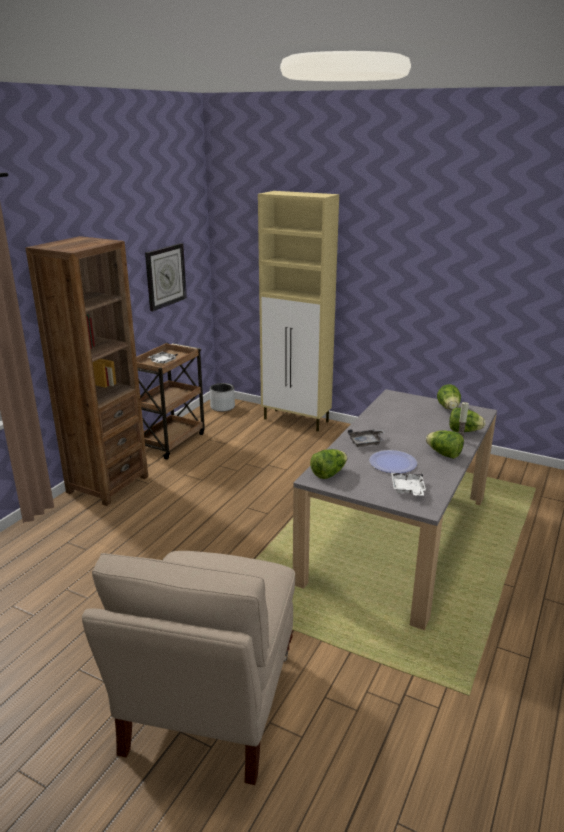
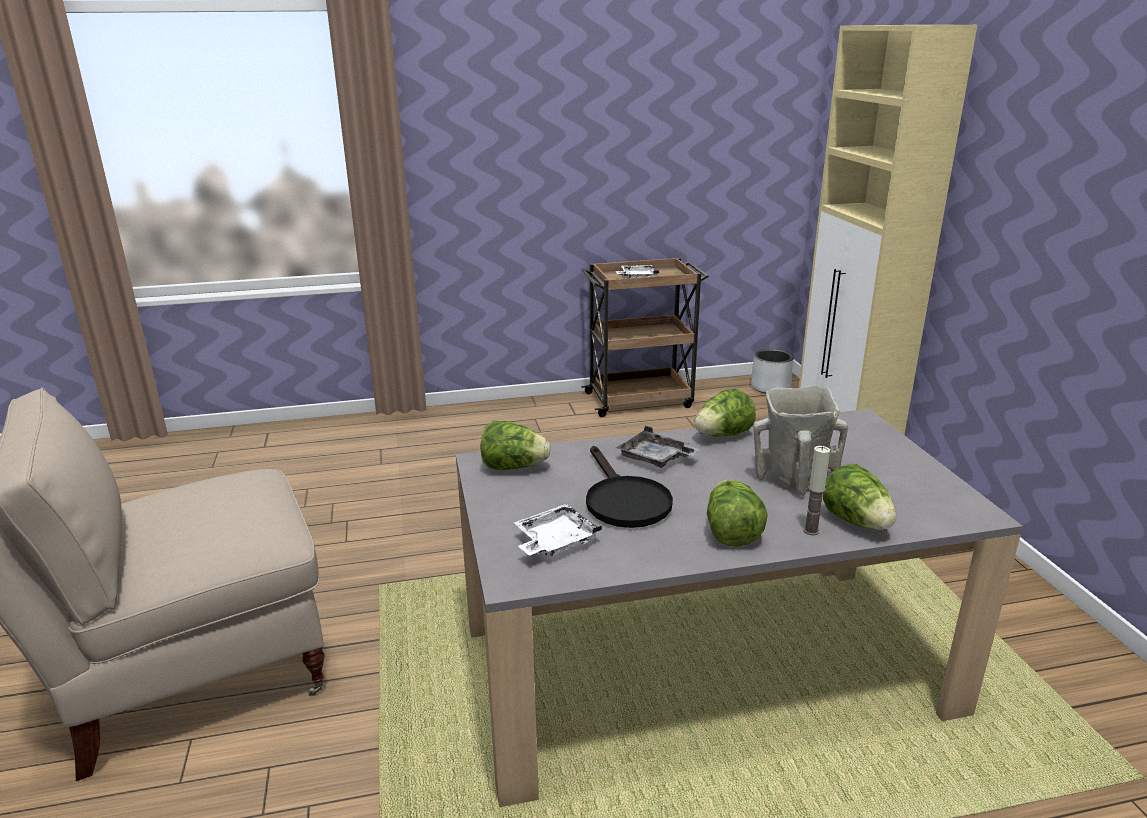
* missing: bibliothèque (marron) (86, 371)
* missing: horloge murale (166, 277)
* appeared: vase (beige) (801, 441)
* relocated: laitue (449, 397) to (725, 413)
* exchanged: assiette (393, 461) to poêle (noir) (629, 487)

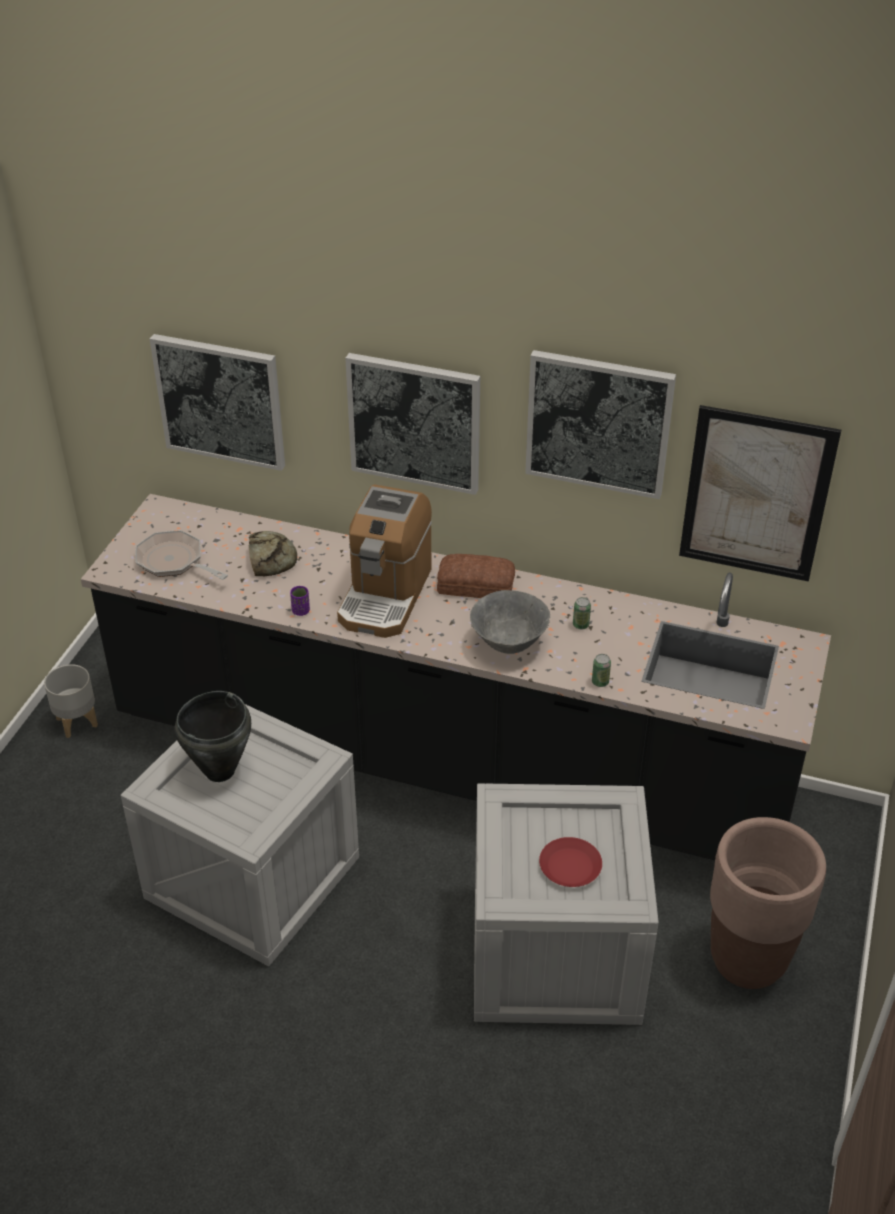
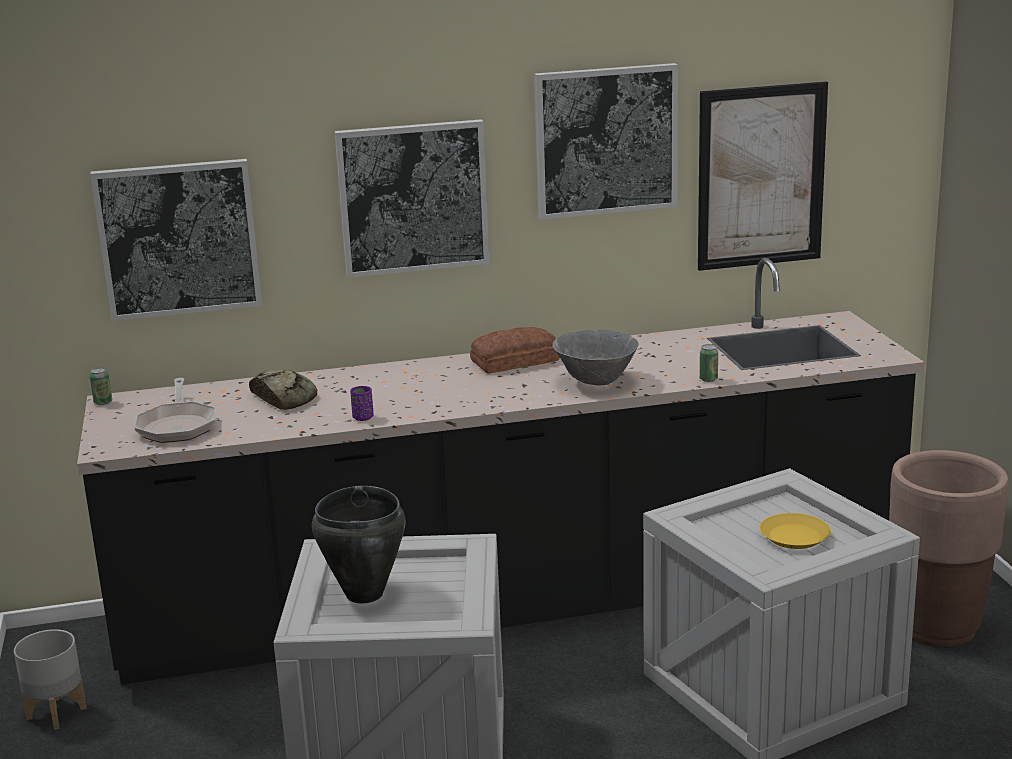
* missing: machine à café (384, 561)
* relocated: boîte métallique (582, 613) to (101, 386)
* colour: assiette (rouge) (570, 862) to assiette (jaune) (795, 531)
* spun: poêle (181, 555) = (175, 410) 105 degrees counterclockwise

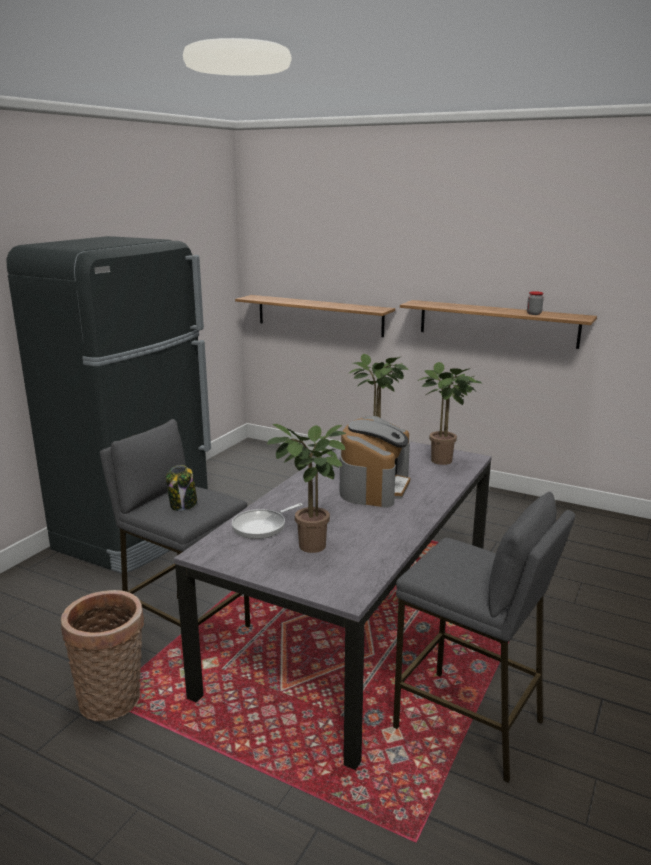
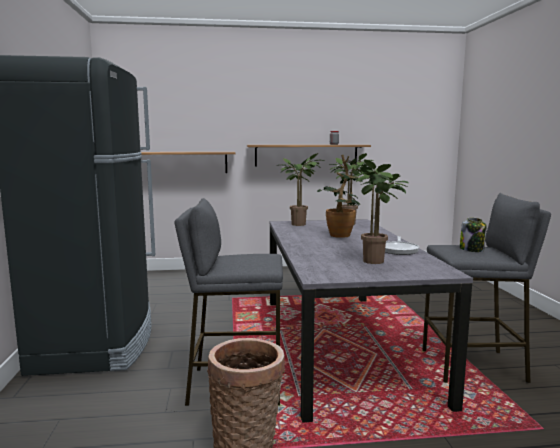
* relocated: bocal (181, 488) to (473, 235)
* relocated: poêle (267, 521) to (402, 245)
* exchanged: machine à café (375, 462) to plante en pot (340, 196)

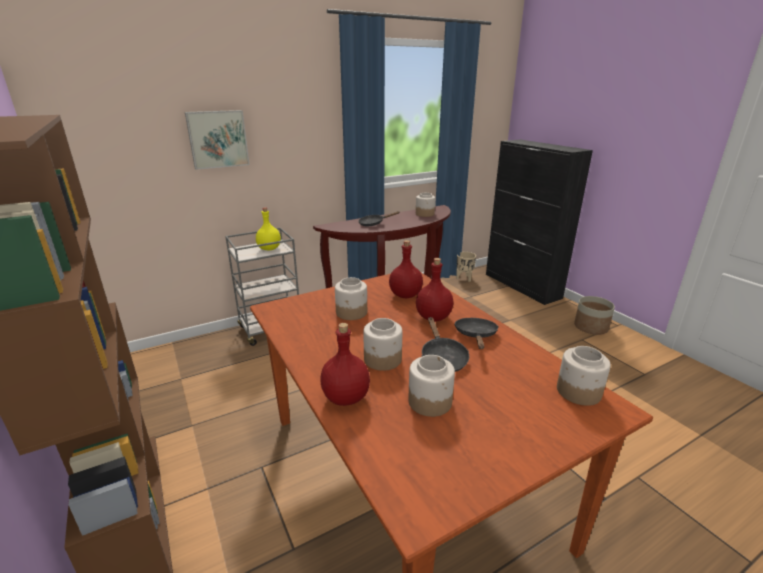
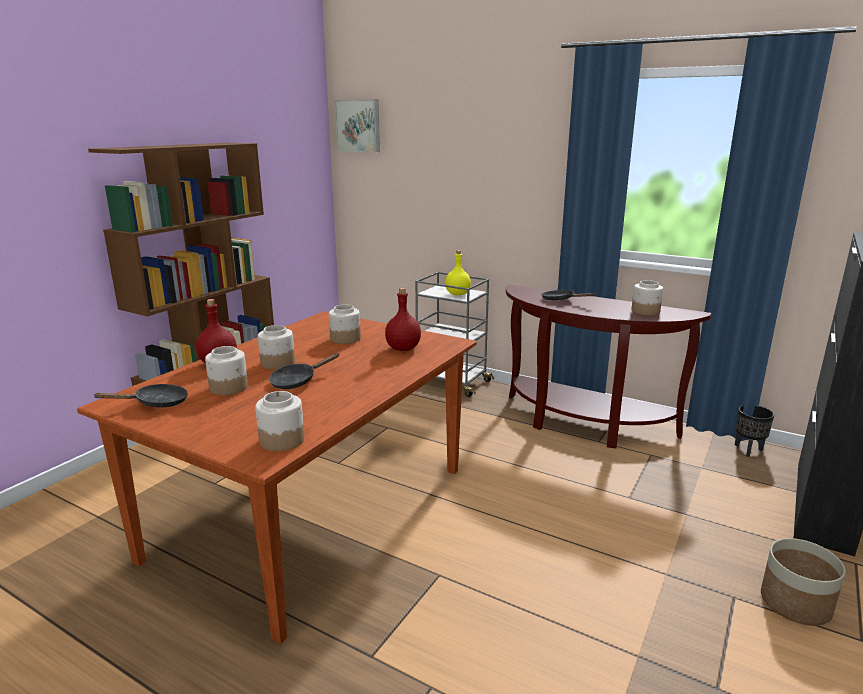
* missing: bouteille (rouge) (435, 290)
* relocated: tableau (217, 140) to (357, 125)
* relocated: poêle (noir) (476, 333) to (140, 395)
* colour: cache-pot (beige) (466, 267) to cache-pot (noir) (754, 431)

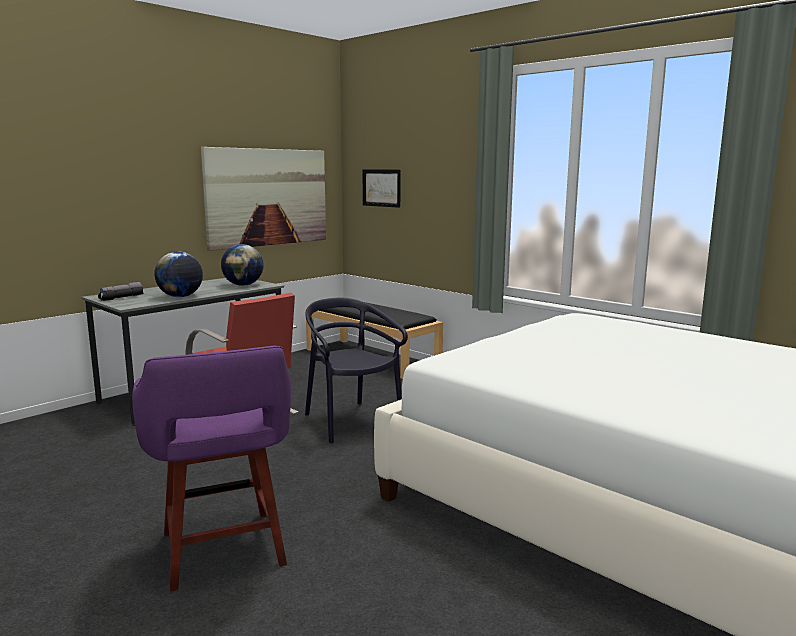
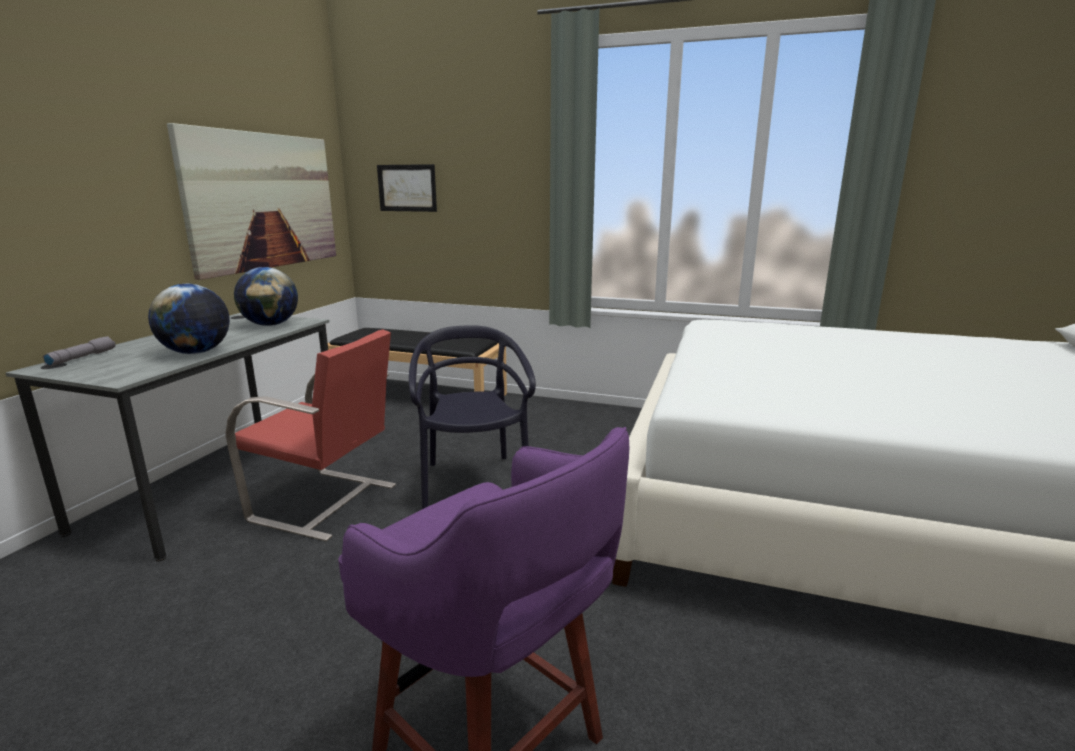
* missing: lampe de poche (noir) (120, 294)
* spun: chaise (noir) (356, 370) = (472, 417) 45 degrees clockwise

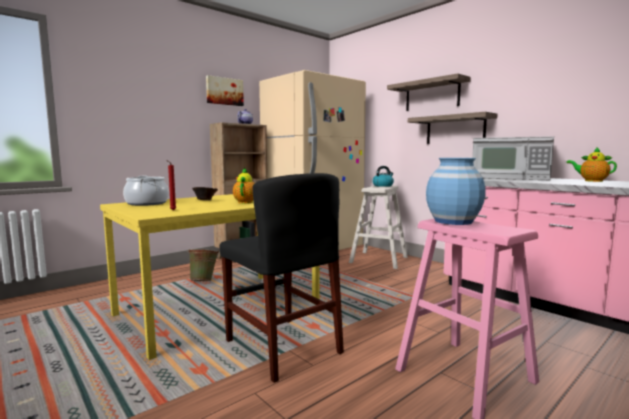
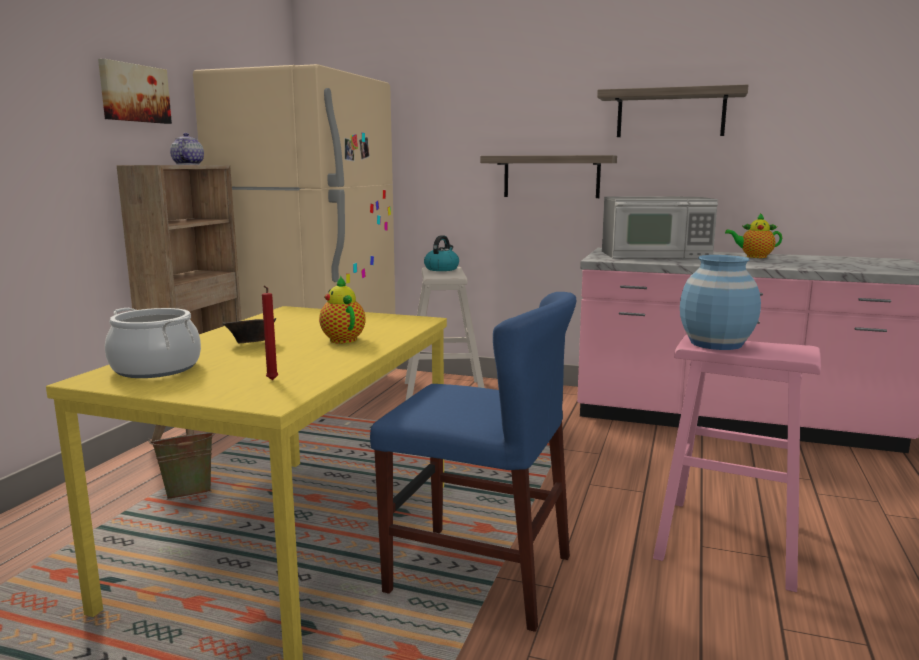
* relocated: étagère (429, 92) to (673, 111)
* colour: chaise (noir) (282, 278) to chaise (bleu) (473, 462)

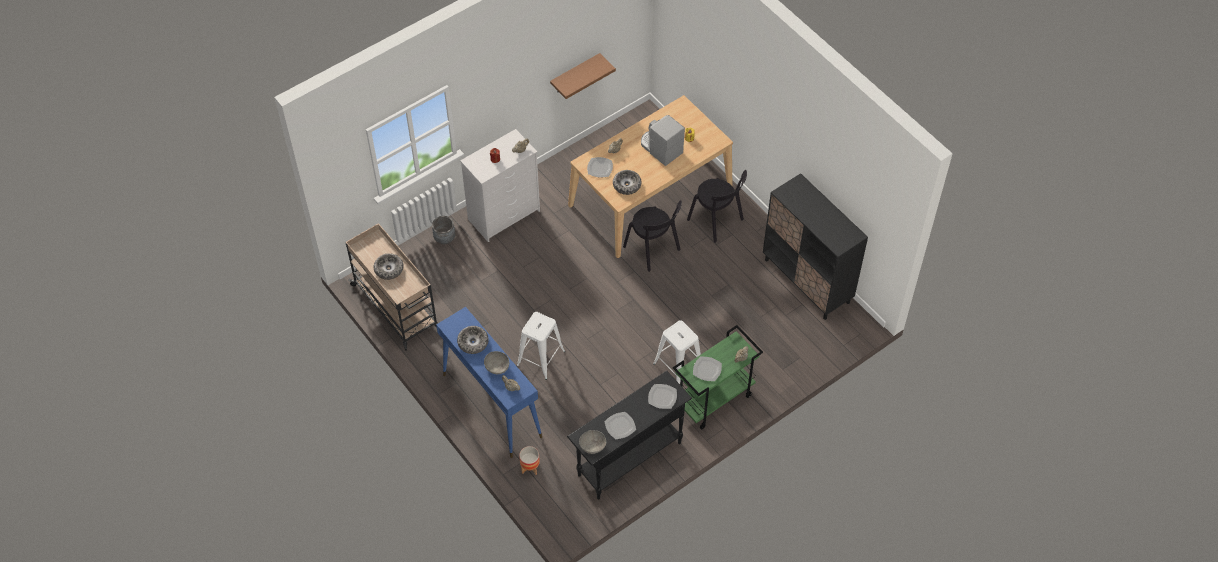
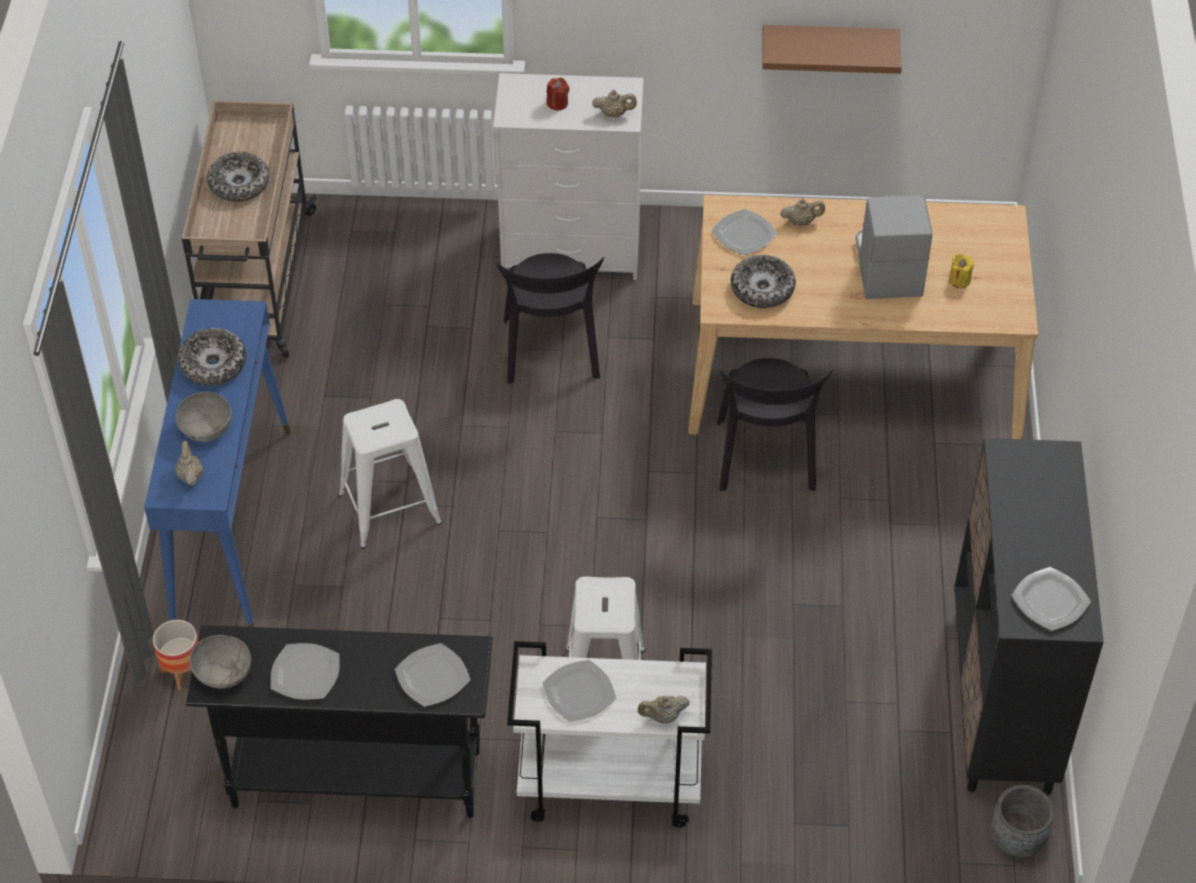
* appeared: assiette (1051, 599)
* relocated: cache-pot (gris) (443, 230) to (1022, 821)
* relocated: chaise (noir) (717, 206) to (550, 318)
* colour: chariot (vert) (718, 377) to chariot (blanc) (609, 734)

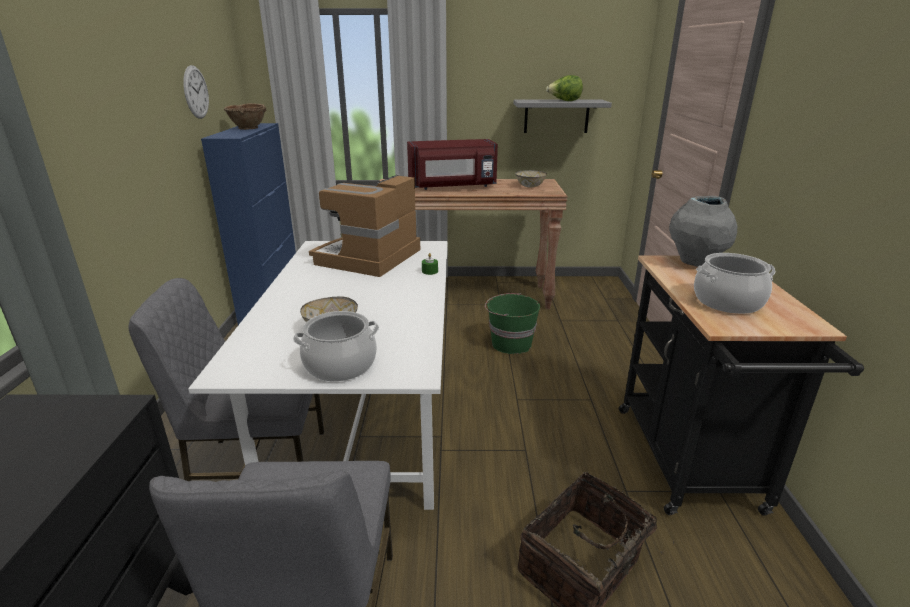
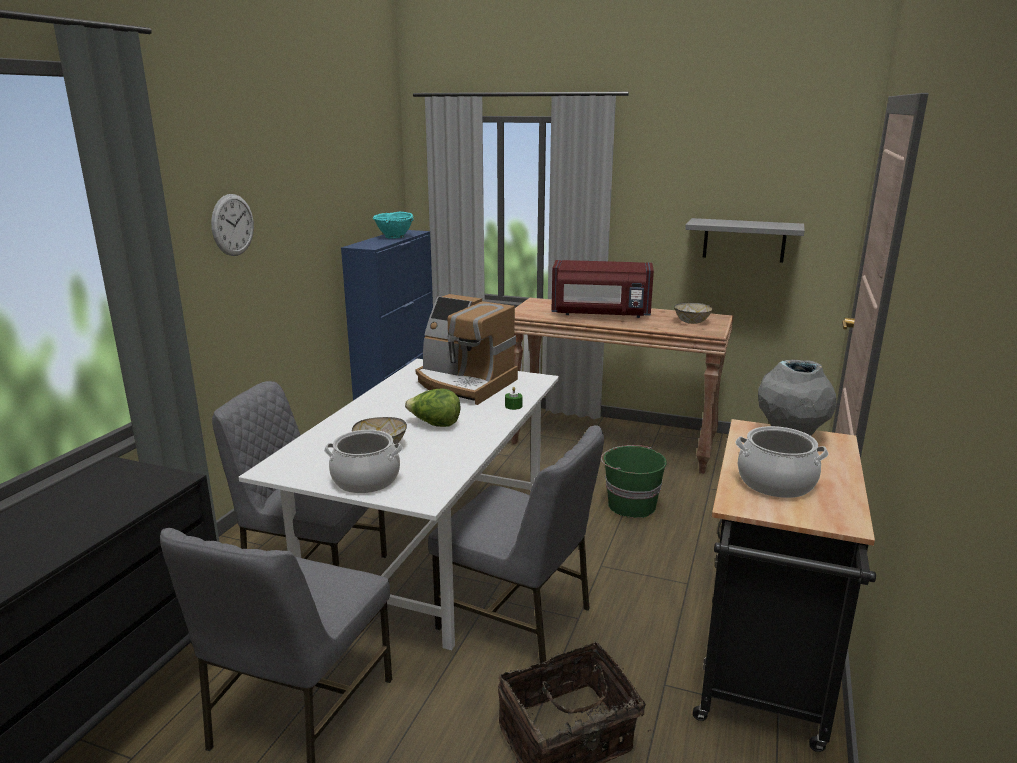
* appeared: chaise (gris) (516, 544)
* relocated: horloge murale (196, 92) to (232, 225)
* relocated: laitue (564, 88) to (432, 407)
* colour: bol (marron) (245, 116) to bol (turquoise) (393, 225)
* spun: machine à café (365, 226) = (467, 349) 105 degrees counterclockwise

